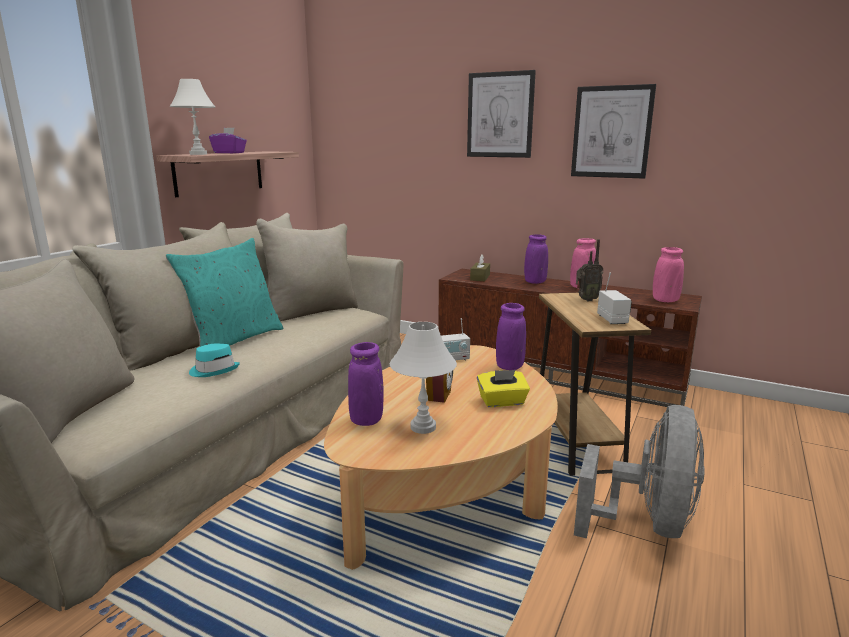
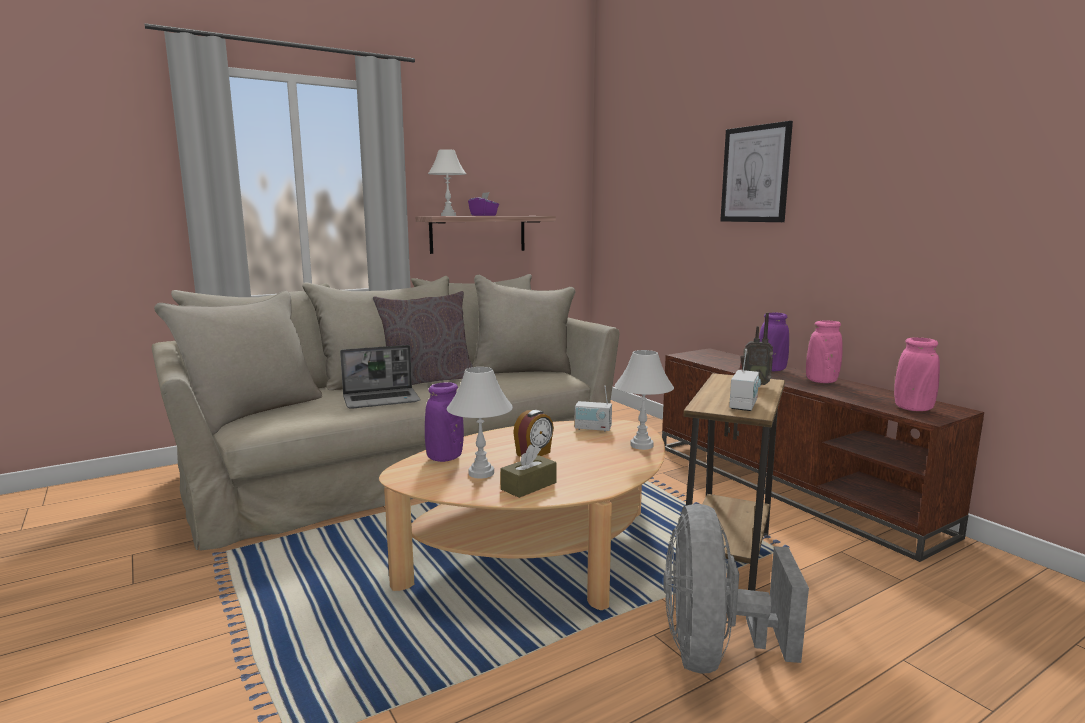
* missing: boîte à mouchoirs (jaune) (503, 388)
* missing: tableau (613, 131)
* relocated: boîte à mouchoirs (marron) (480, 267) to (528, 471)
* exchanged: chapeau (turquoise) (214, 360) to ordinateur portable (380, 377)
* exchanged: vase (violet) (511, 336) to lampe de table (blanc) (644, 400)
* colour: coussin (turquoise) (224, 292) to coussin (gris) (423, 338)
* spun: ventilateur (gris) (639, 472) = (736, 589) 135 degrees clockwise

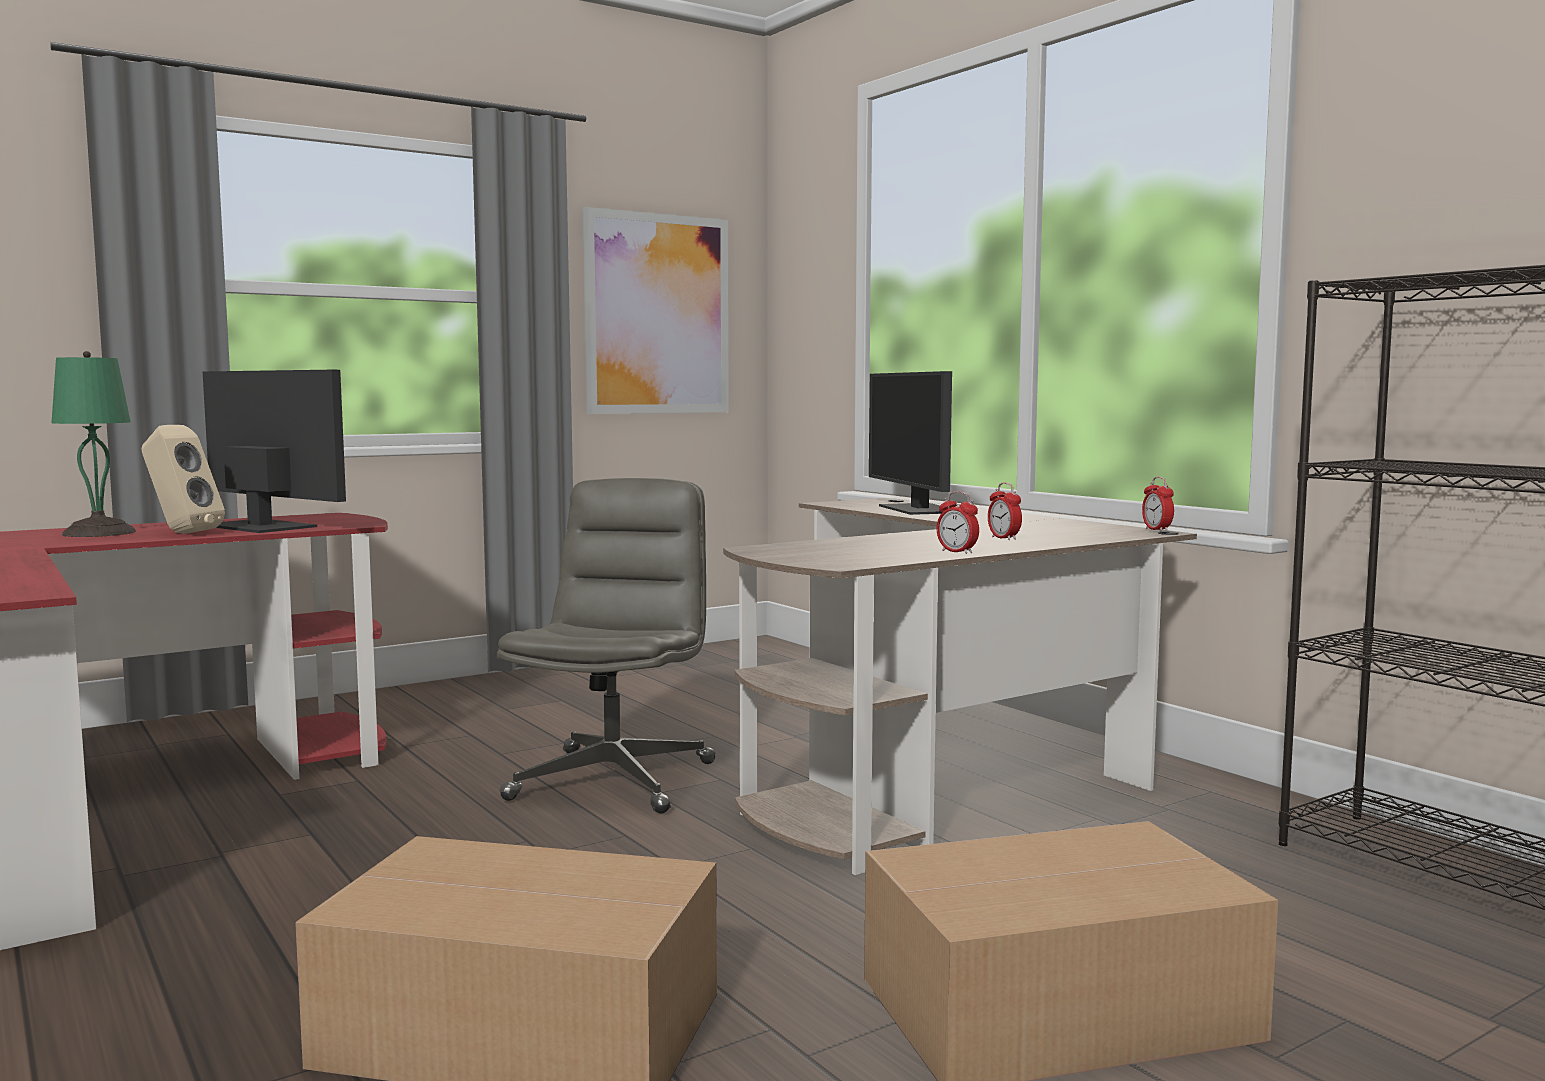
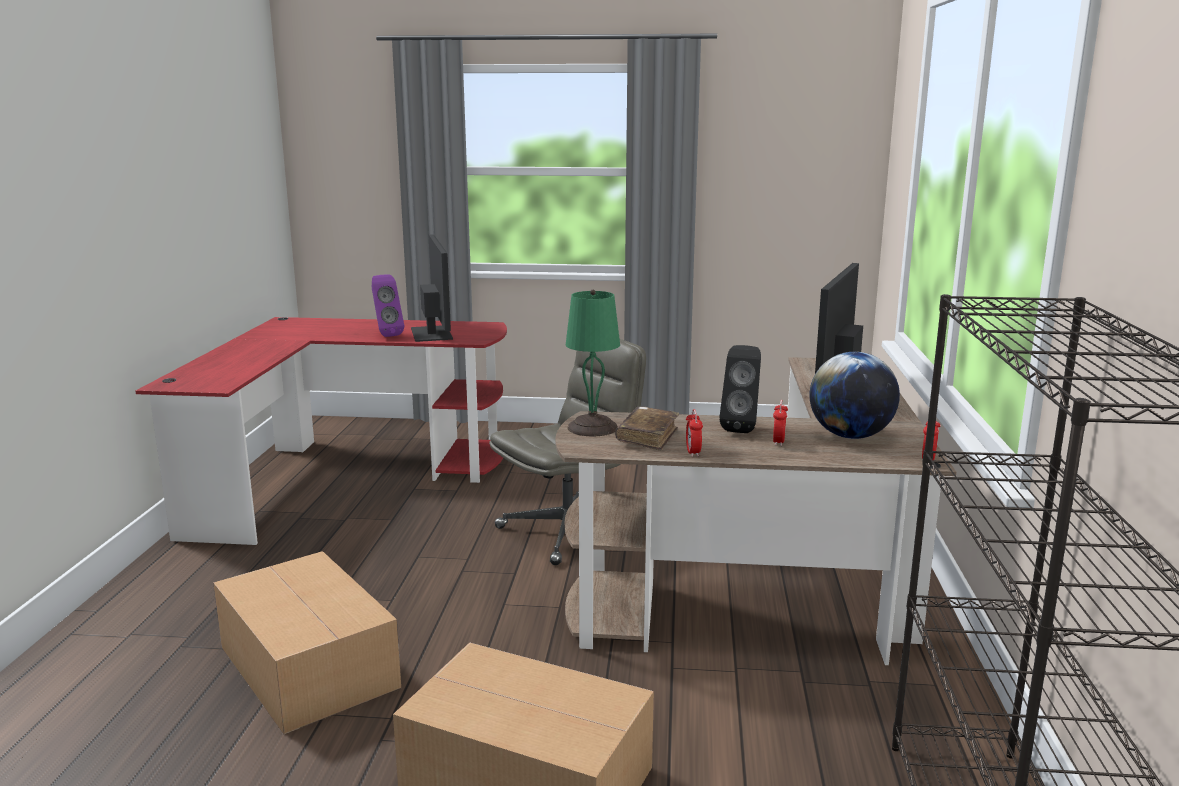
* missing: tableau (656, 310)
* appeared: livre (marron) (647, 428)
* appeared: enceinte (noir) (740, 389)
* appeared: globe (855, 395)
* relocated: lampe de table (vert) (93, 444) to (593, 363)
* colour: enceinte (beige) (183, 479) to enceinte (violet) (388, 306)

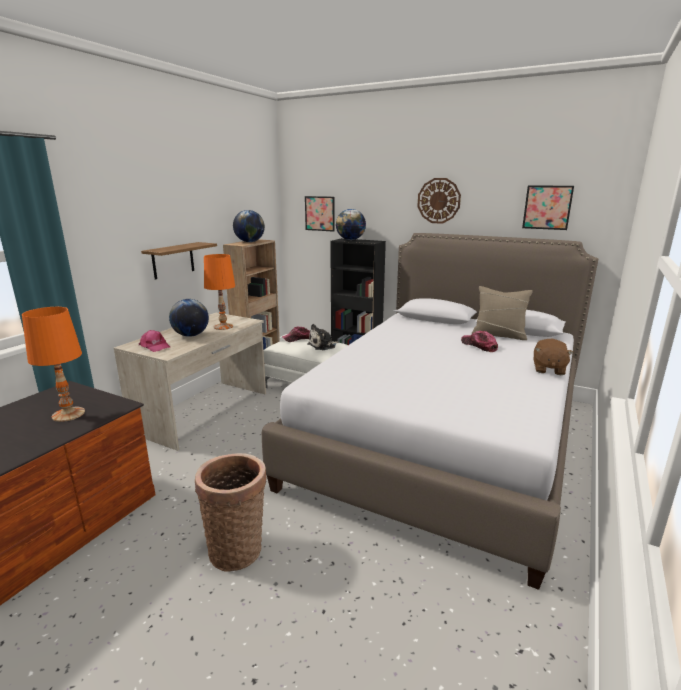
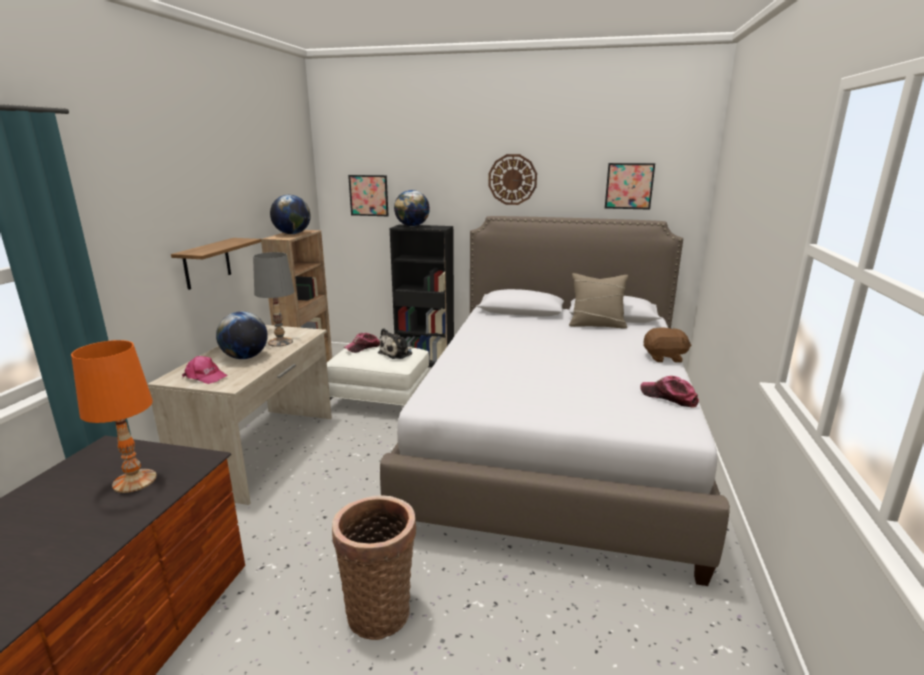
* relocated: casquette (479, 341) to (669, 392)
* colour: lampe de table (orange) (219, 292) to lampe de table (gris) (273, 299)
* spun: peluche (marron) (554, 357) = (667, 345) 90 degrees counterclockwise

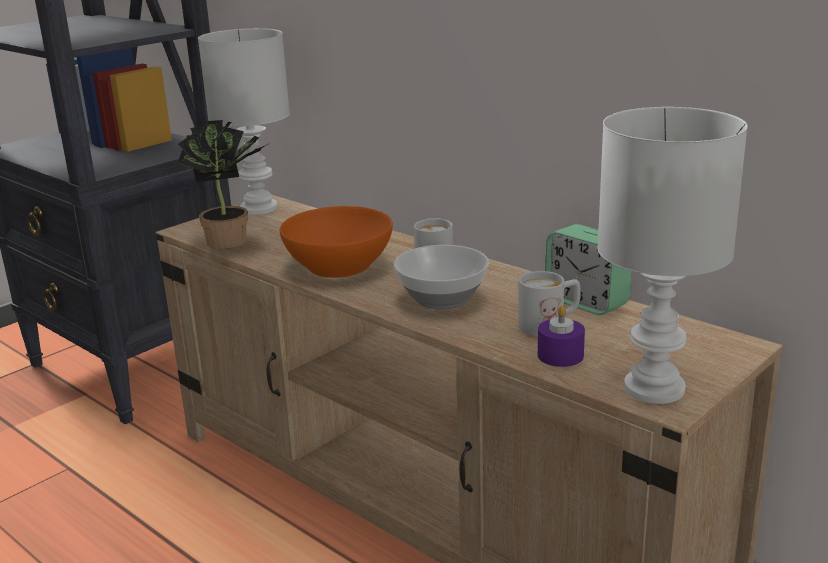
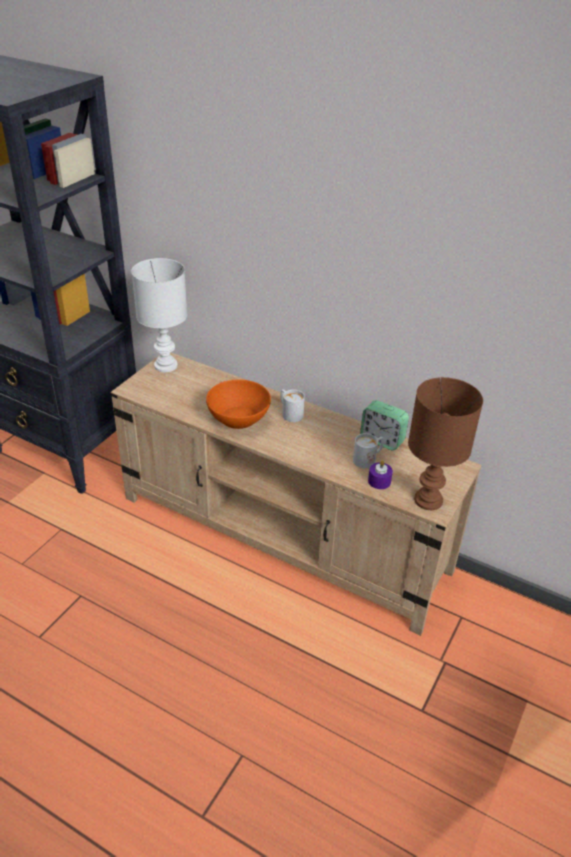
* missing: plante en pot (223, 184)
* missing: bol (441, 277)
* colour: lampe de table (blanc) (672, 255) to lampe de table (marron) (445, 443)

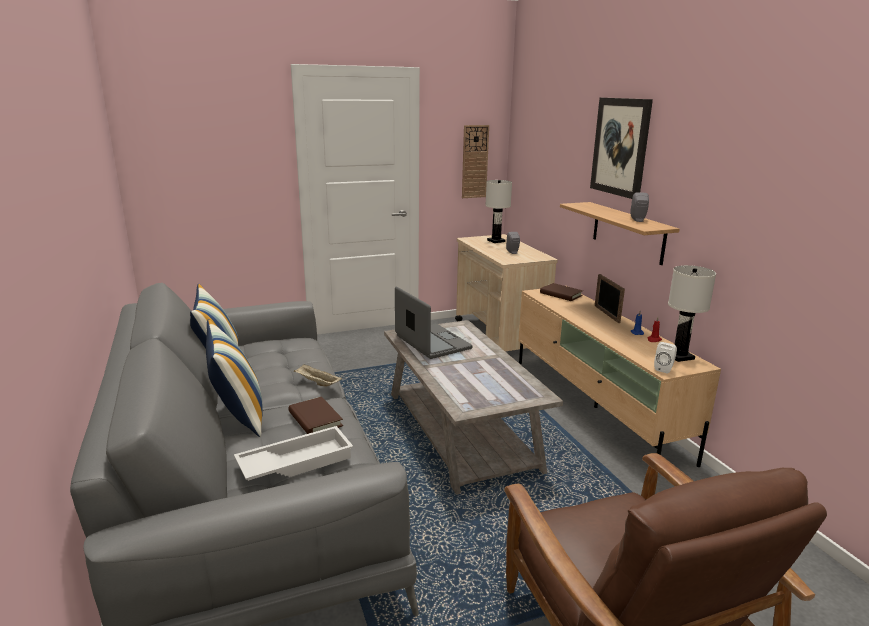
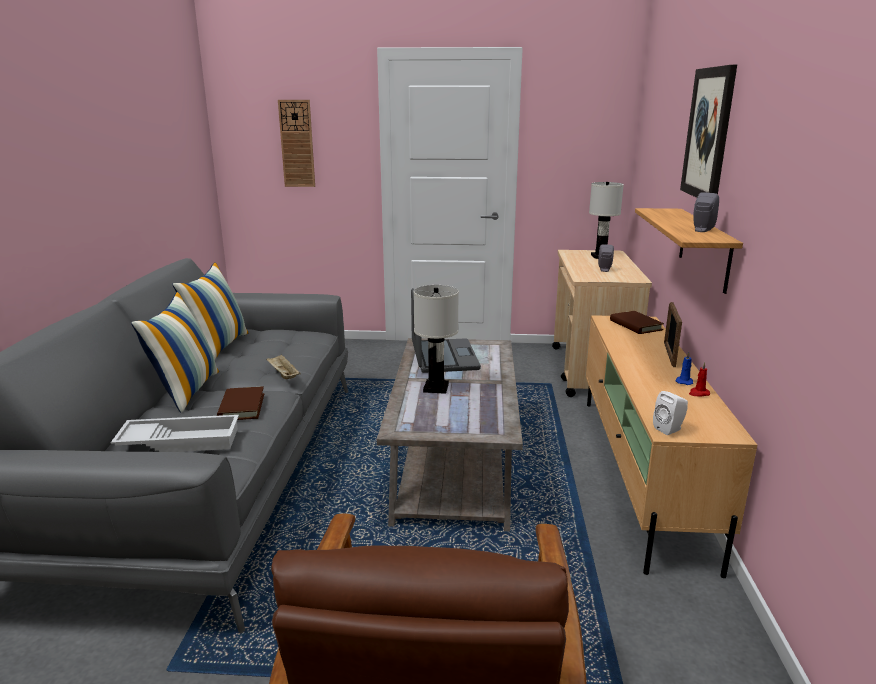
* relocated: horloge murale (475, 161) to (296, 143)
* relocated: lampe de table (blanc) (692, 313) to (436, 339)

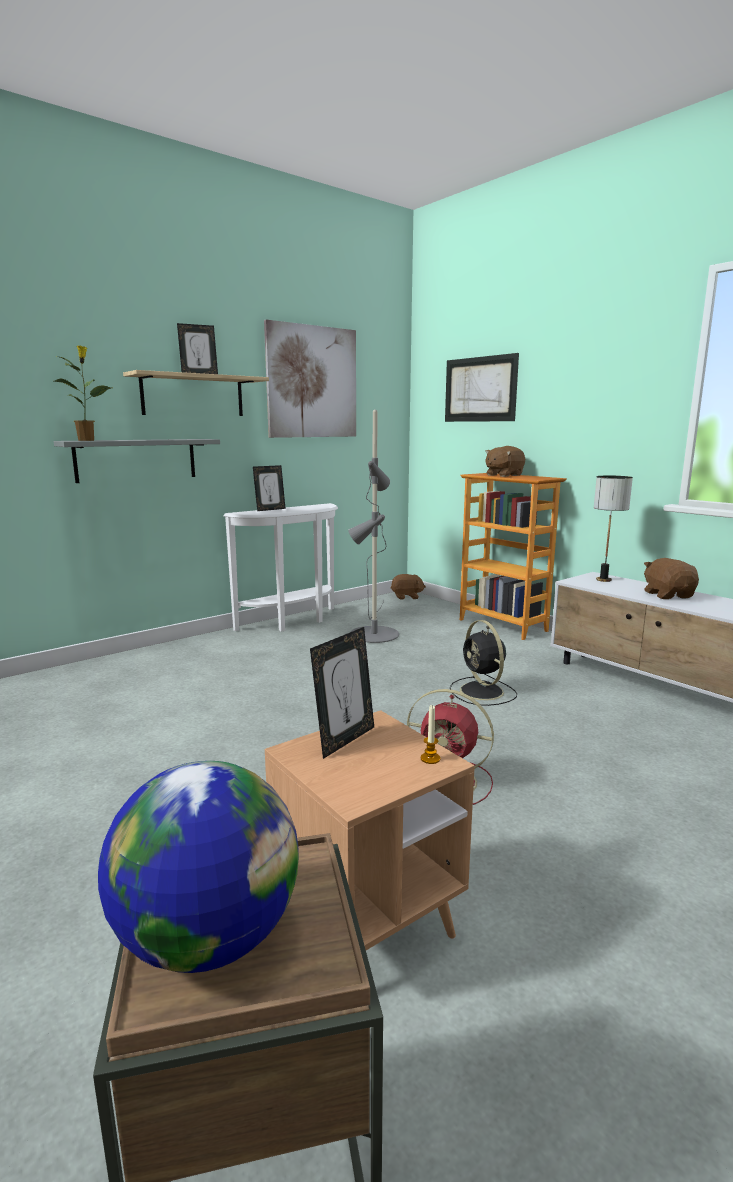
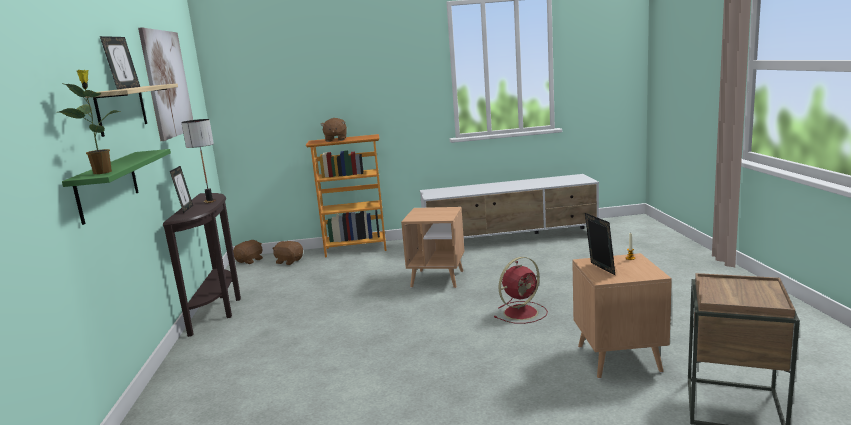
* missing: globe (198, 867)
* missing: lampadaire (gris) (373, 526)
* missing: tableau (482, 387)
* relocated: lampe de table (613, 529) to (198, 161)
* relocated: peluche (marron) (671, 578) to (287, 253)
* exchanged: ventilateur (noir) (483, 663) to table d'appoint (marron) (432, 247)
* colour: étagère (gris) (137, 461) to étagère (vert) (116, 187)
* colour: table console (blanc) (280, 567) to table console (marron) (202, 265)

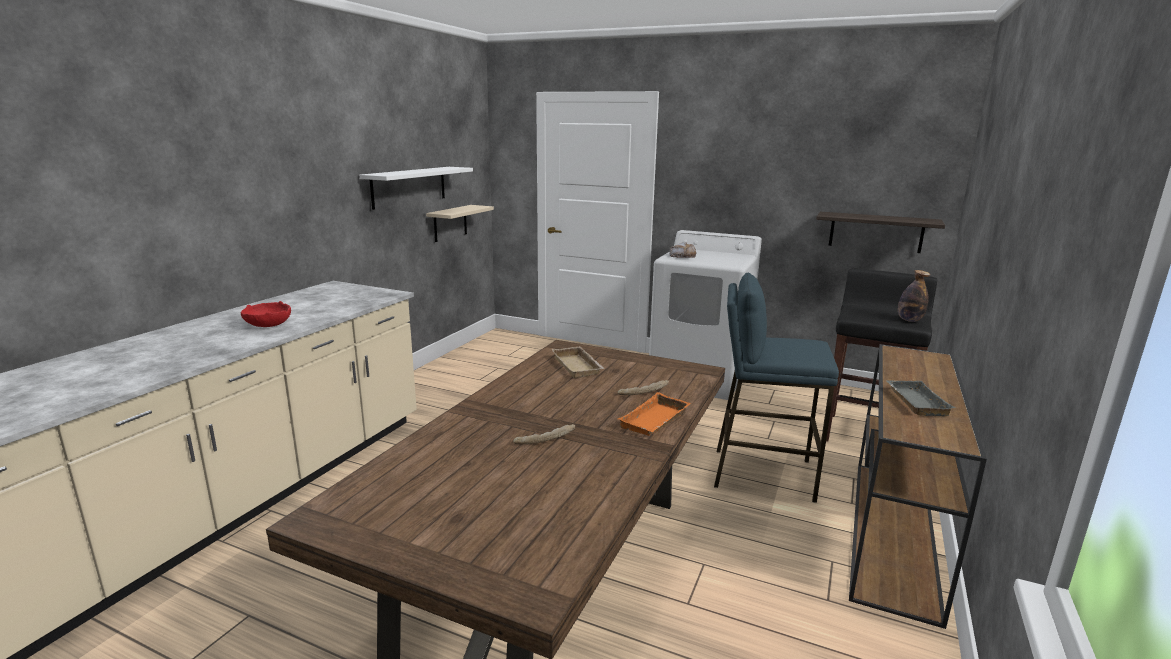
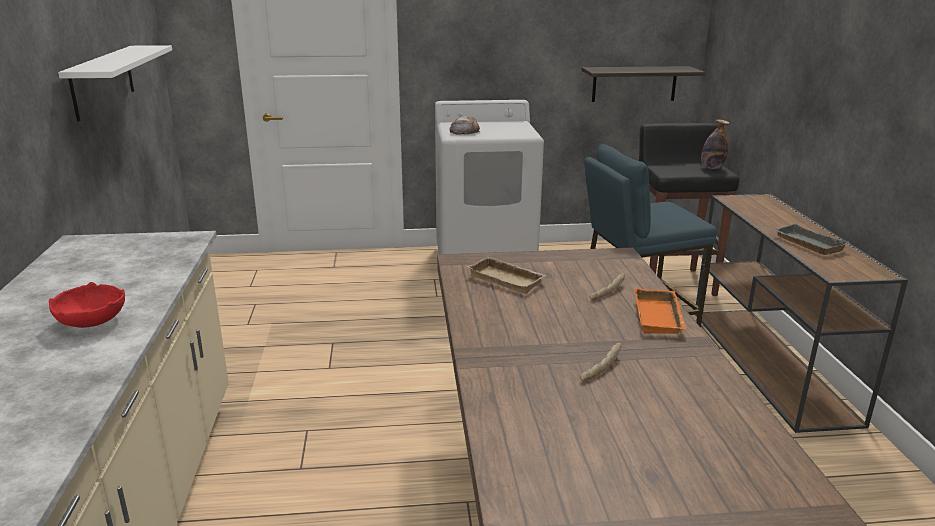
* missing: étagère (beige) (460, 223)

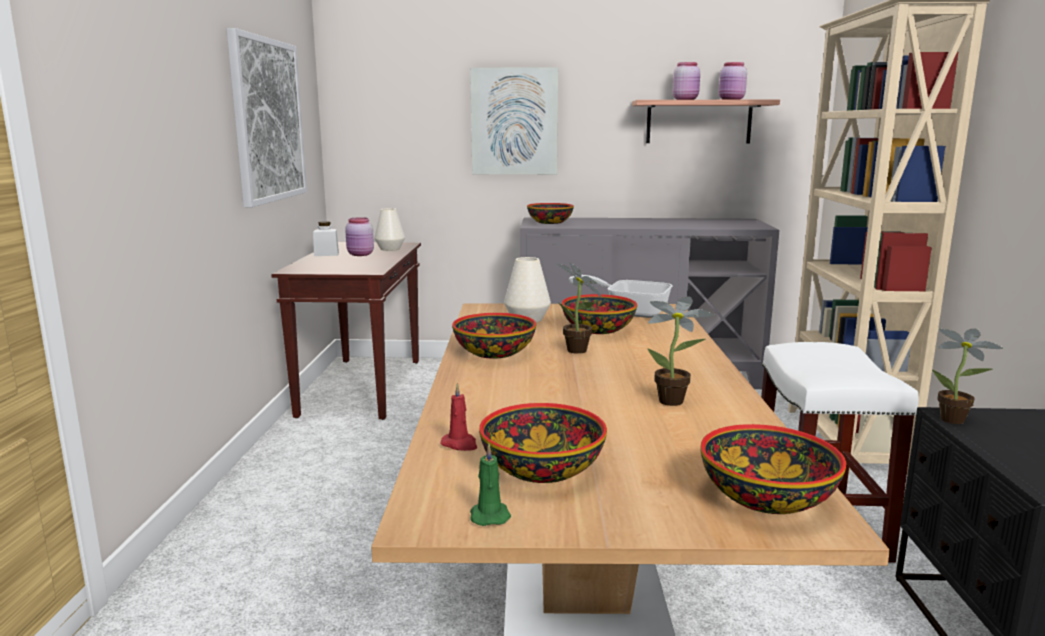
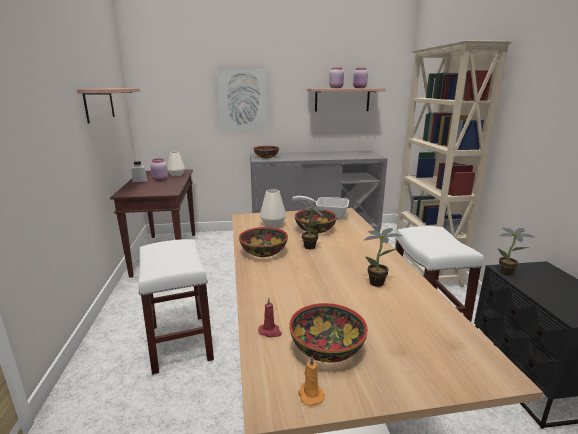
* missing: bol (773, 469)
* appeared: tabouret (blanc) (176, 307)
* exchanged: tableau (267, 117) to étagère (108, 105)
* colour: bougie (vert) (490, 484) to bougie (orange) (311, 381)

